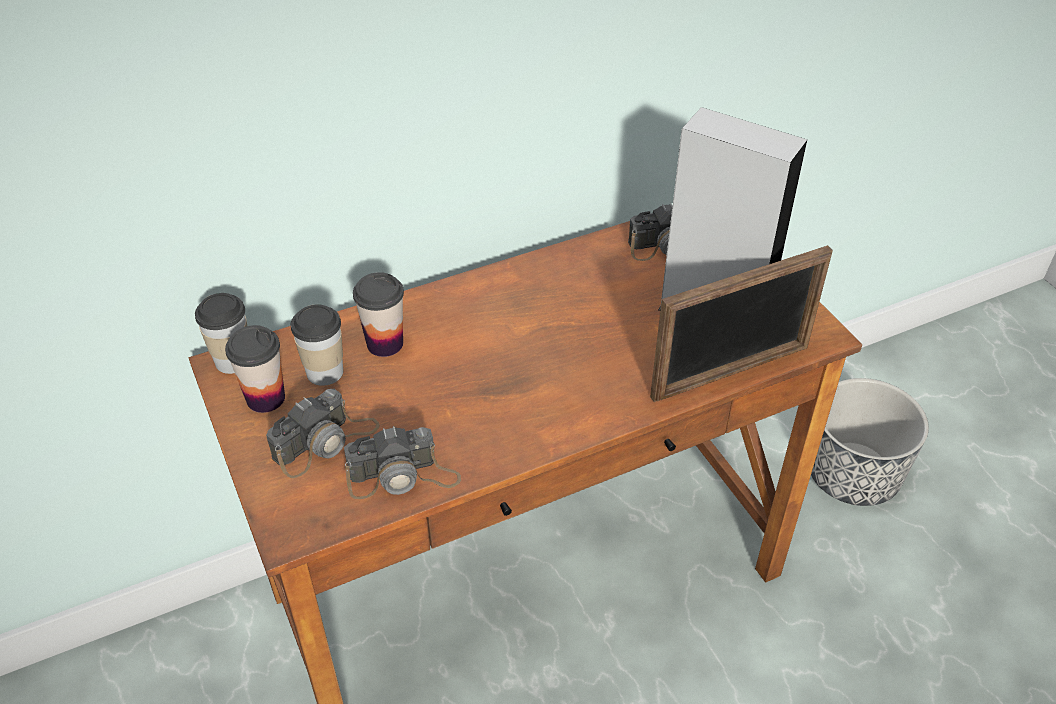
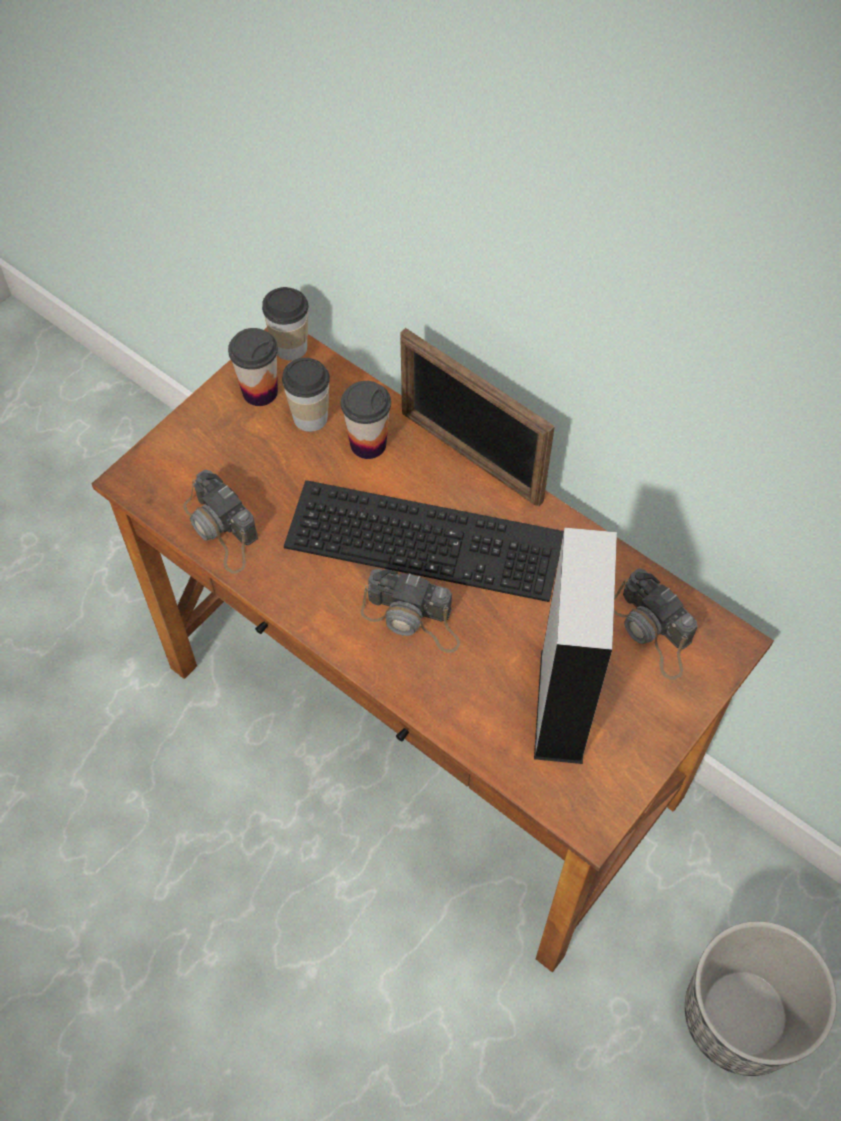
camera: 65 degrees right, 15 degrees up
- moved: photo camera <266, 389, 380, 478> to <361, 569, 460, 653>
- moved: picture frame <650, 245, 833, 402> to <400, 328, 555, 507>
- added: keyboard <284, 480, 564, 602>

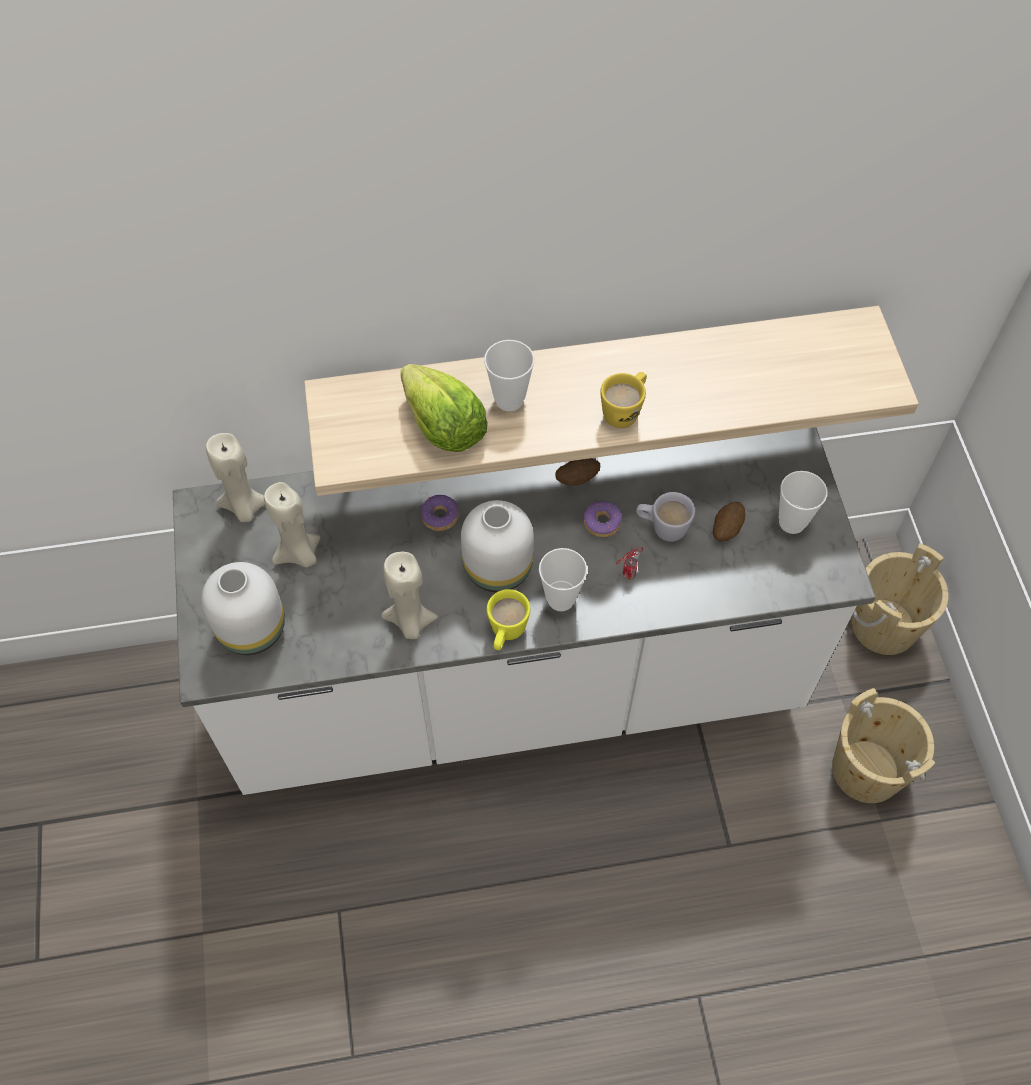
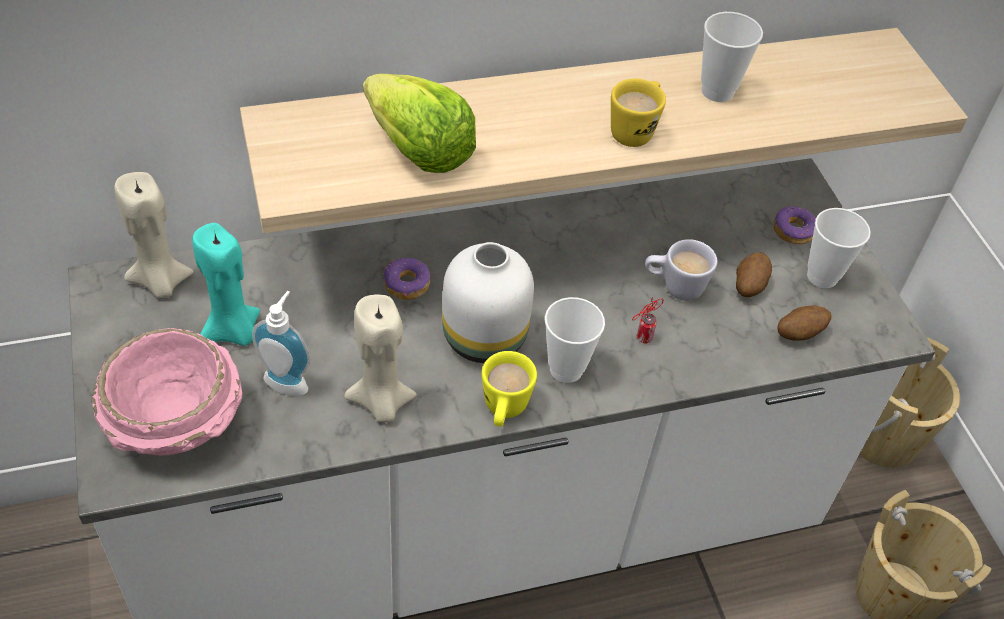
camera: 10 degrees left, 10 degrees down
- replaced: flower vase (white-coloured) <201, 562, 285, 655> to deep dish (pinkish) <91, 328, 242, 455>
- recoloured: candle (beige) <264, 482, 320, 568> to candle (blue-green) <192, 223, 260, 346>
- moved: small cup <484, 340, 534, 411> to <701, 12, 763, 102>
- moved: whole potato <555, 458, 600, 485> to <777, 305, 832, 340>
- moved: doughnut <584, 501, 622, 537> to <773, 206, 816, 244>
- added: soap dispenser <252, 291, 310, 396>

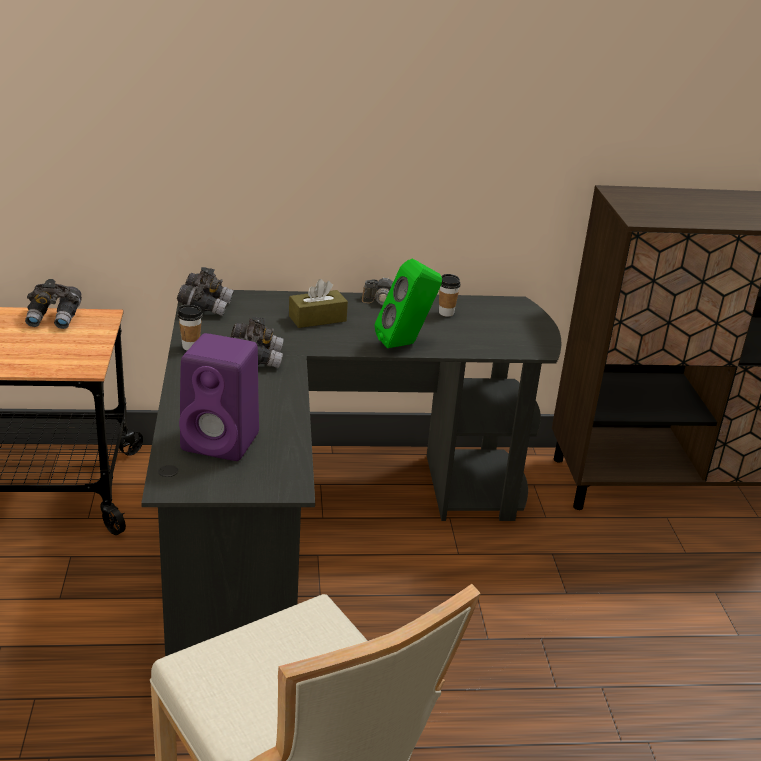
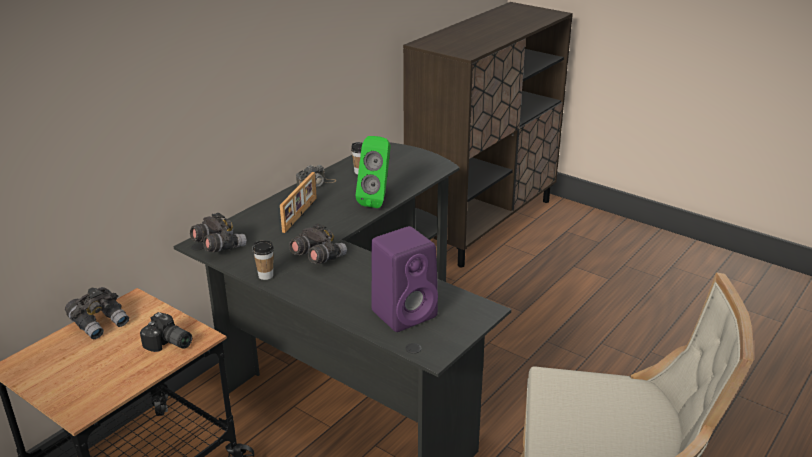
camera: 45 degrees left, 0 degrees up
- replaced: tissue box (brown-coloured) <289, 279, 348, 328> to picture frame <280, 172, 317, 233>
- added: photo camera <140, 312, 192, 352>

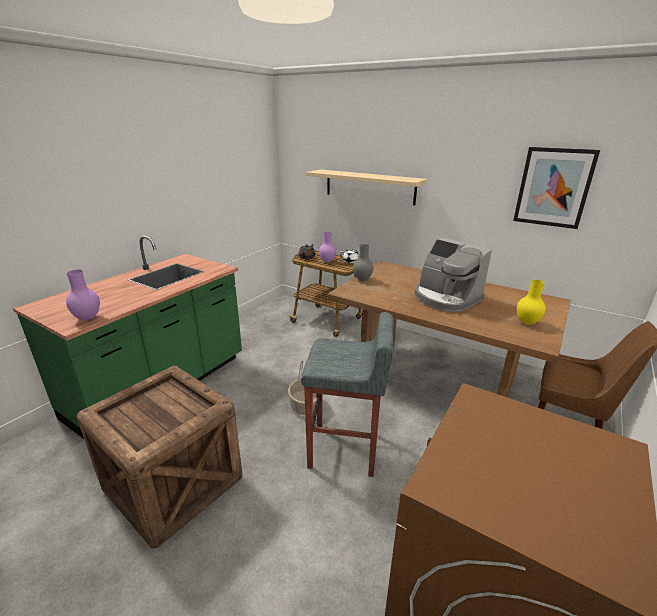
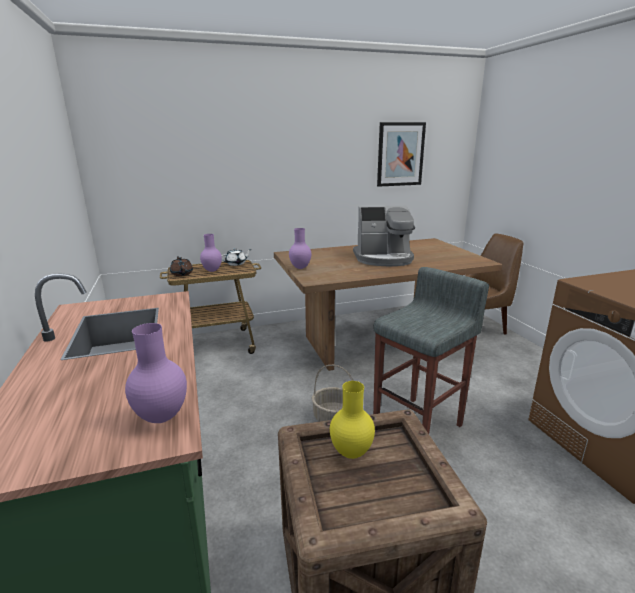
camera: 50 degrees left, 5 degrees down
- removed: shelf (beige) <306, 169, 428, 205>
- recoloured: flower vase (greyish) <353, 244, 373, 281> to flower vase (purple-coloured) <289, 228, 311, 269>
- moved: flower vase (yellow) <517, 280, 546, 325> to <330, 381, 375, 459>

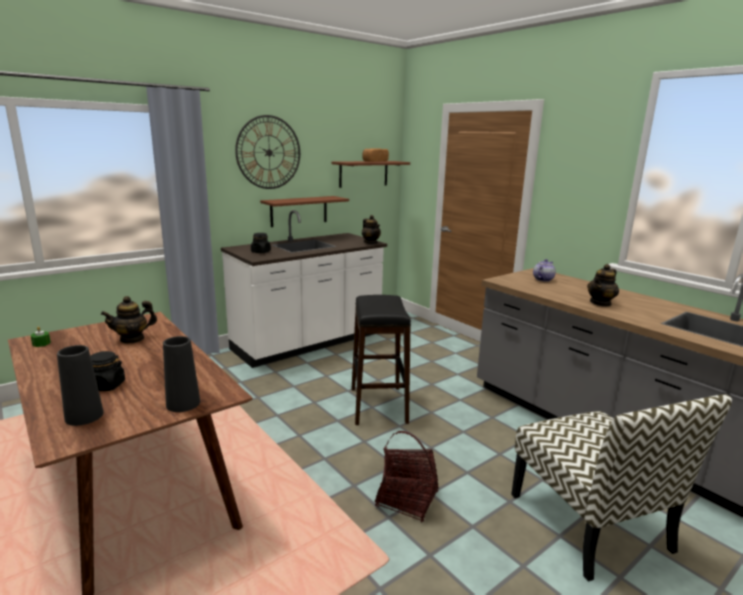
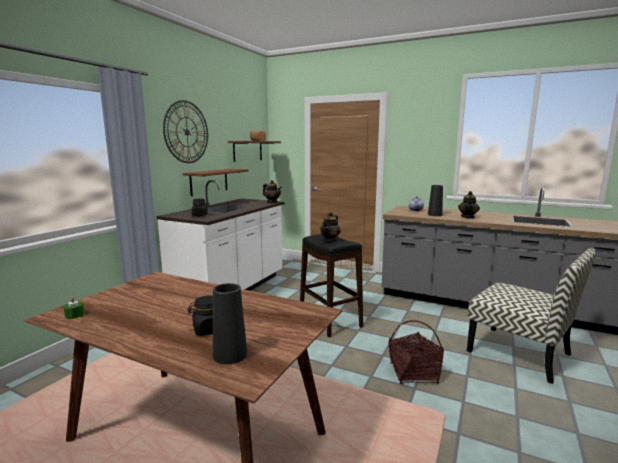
camera: 25 degrees left, 5 degrees down
- moved: tea pot <101, 296, 157, 344> to <320, 212, 341, 242>
- moved: flower vase (black) <163, 336, 200, 412> to <428, 185, 443, 216>

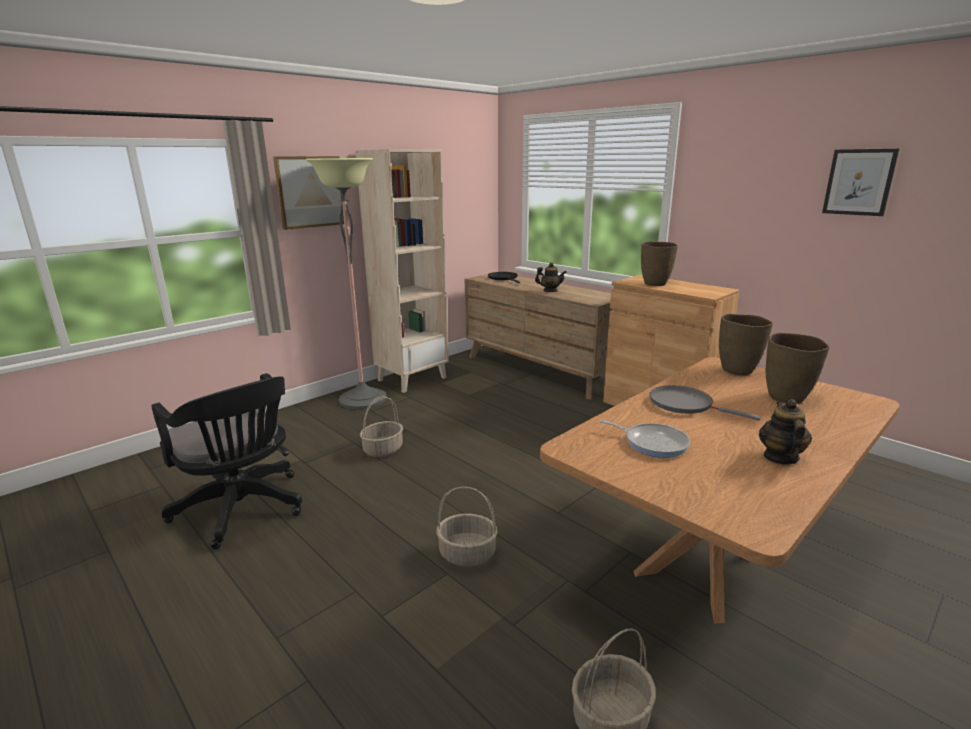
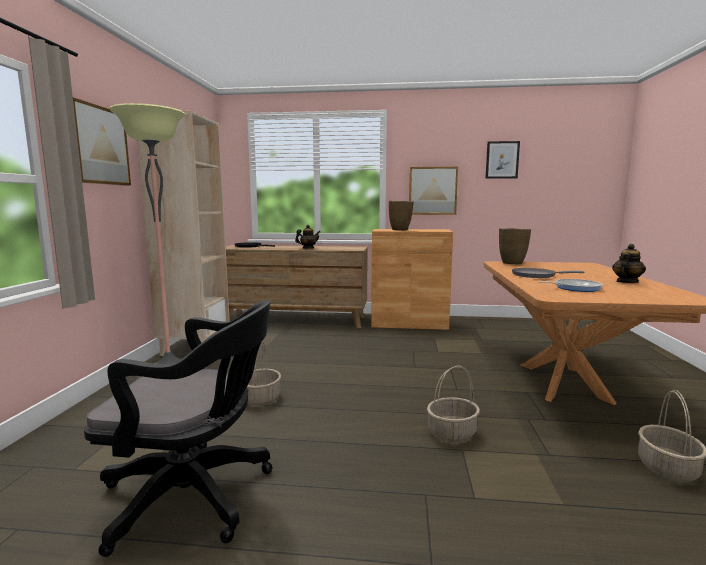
camera: 40 degrees left, 10 degrees down
- turned: tea pot <759, 399, 812, 464> = <612, 244, 646, 283> 75 degrees clockwise
- removed: flower vase (brown-coloured) <765, 333, 829, 404>
- added: picture <409, 167, 458, 215>

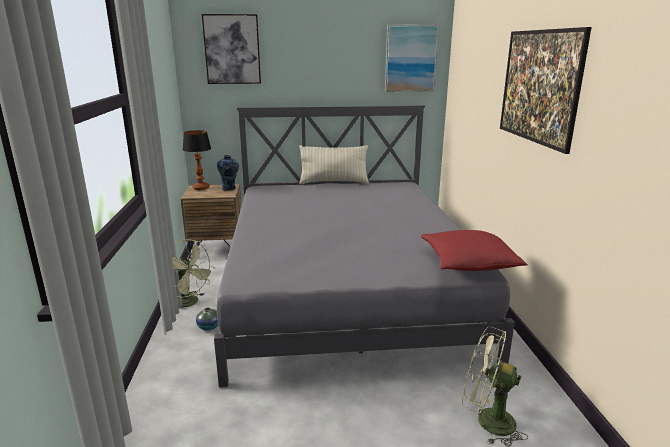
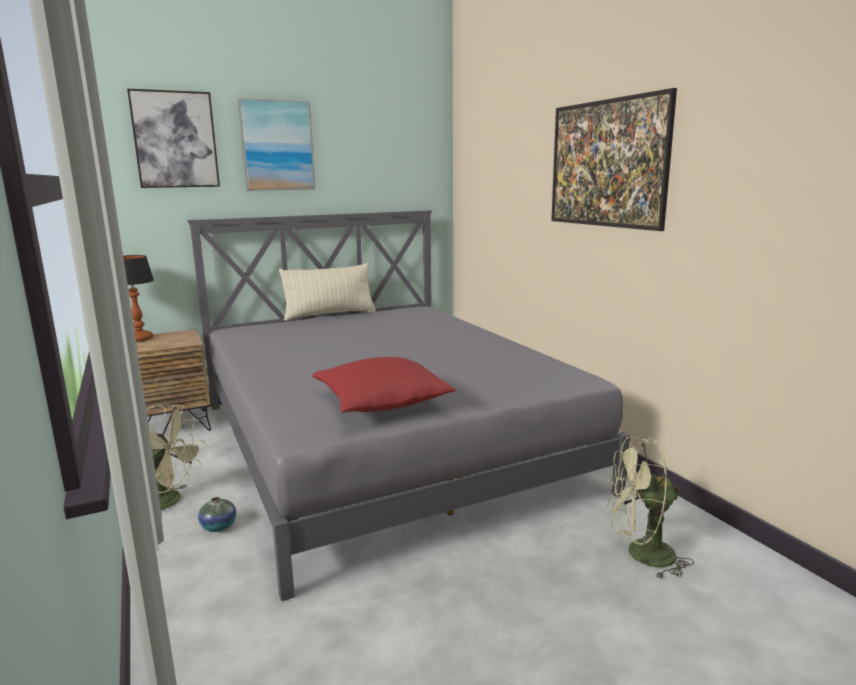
camera: 20 degrees left, 5 degrees down
- removed: flower vase <217, 155, 239, 191>
- moved: picture <385, 25, 439, 92> to <238, 98, 315, 191>
- moved: cushion (red-coloured) <421, 230, 528, 271> to <312, 357, 457, 412>

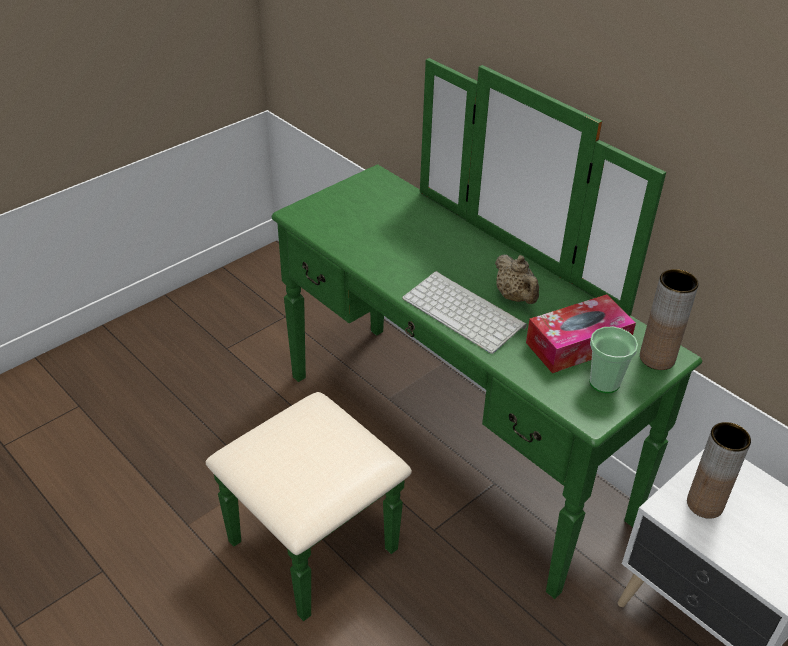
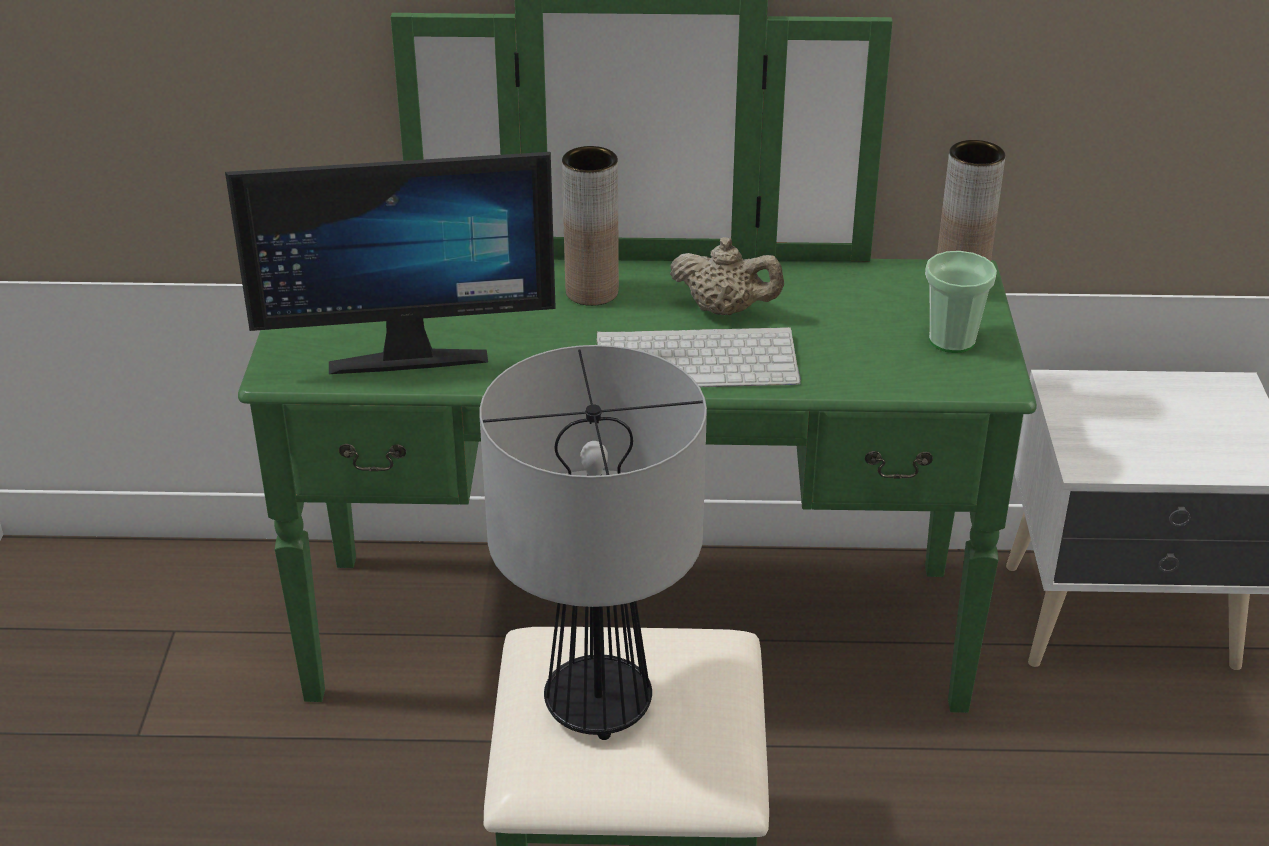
camera: 45 degrees left, 5 degrees down
- removed: tissue box <526, 294, 636, 373>
- moved: flower vase (brown-coloured) <687, 422, 751, 519> to <562, 146, 619, 306>
- added: computer display <225, 152, 556, 374>
- added: tabletop lamp <480, 345, 707, 740>

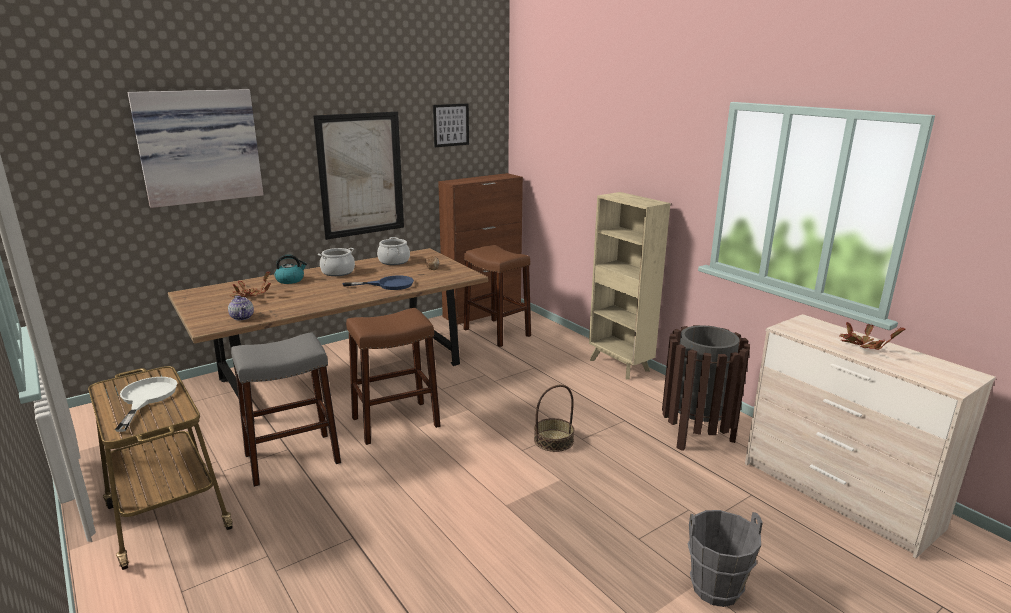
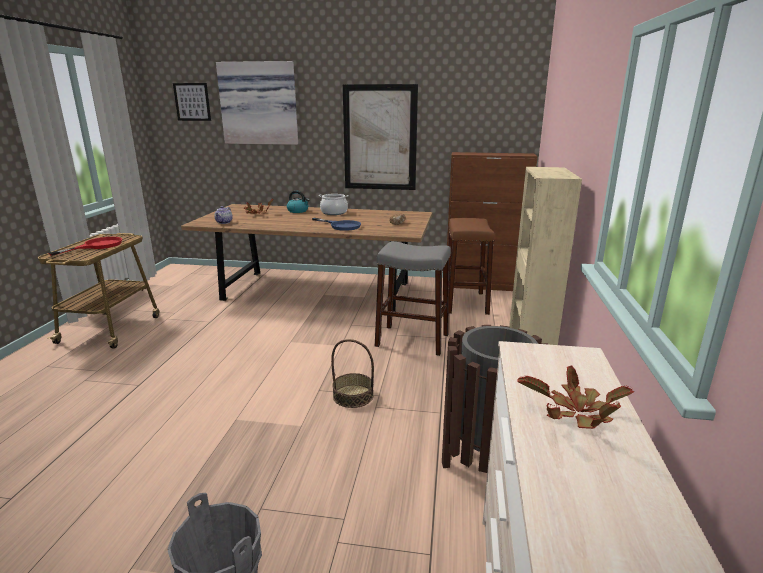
camera: 45 degrees right, 0 degrees up
- recoloured: frying pan (white-coloured) <115, 377, 177, 432> to frying pan (red-coloured) <49, 237, 122, 256>
- moved: stool seat (greyish) <231, 332, 341, 487> to <375, 241, 451, 356>
- removed: stool seat (brown-coloured) <346, 308, 440, 445>
- removed: cooking pot <377, 237, 410, 265>
- moved: picture <433, 103, 469, 147> to <173, 83, 211, 121>

